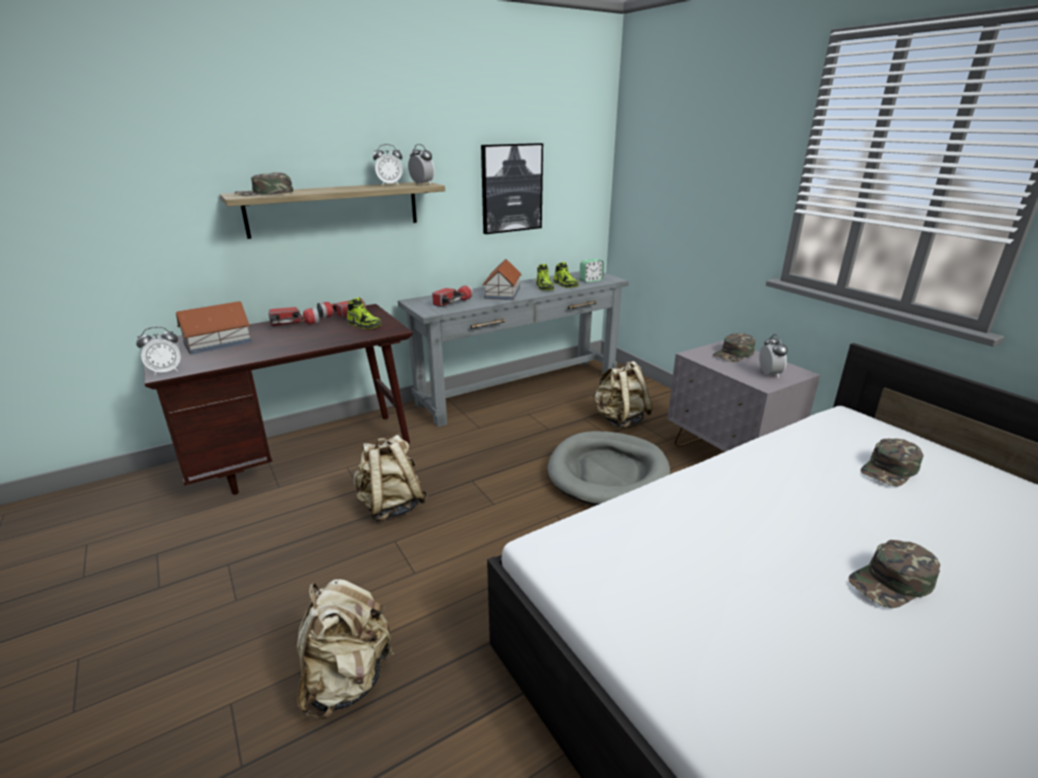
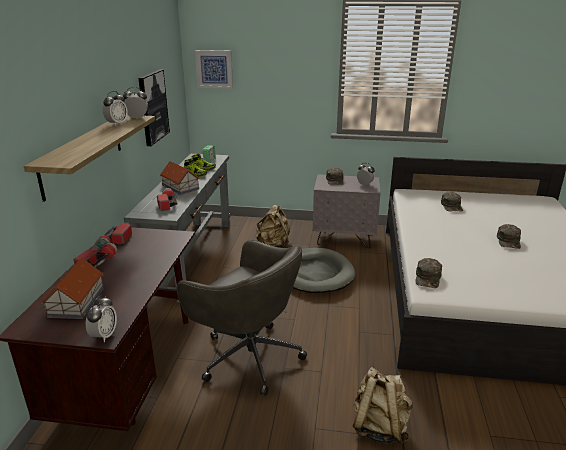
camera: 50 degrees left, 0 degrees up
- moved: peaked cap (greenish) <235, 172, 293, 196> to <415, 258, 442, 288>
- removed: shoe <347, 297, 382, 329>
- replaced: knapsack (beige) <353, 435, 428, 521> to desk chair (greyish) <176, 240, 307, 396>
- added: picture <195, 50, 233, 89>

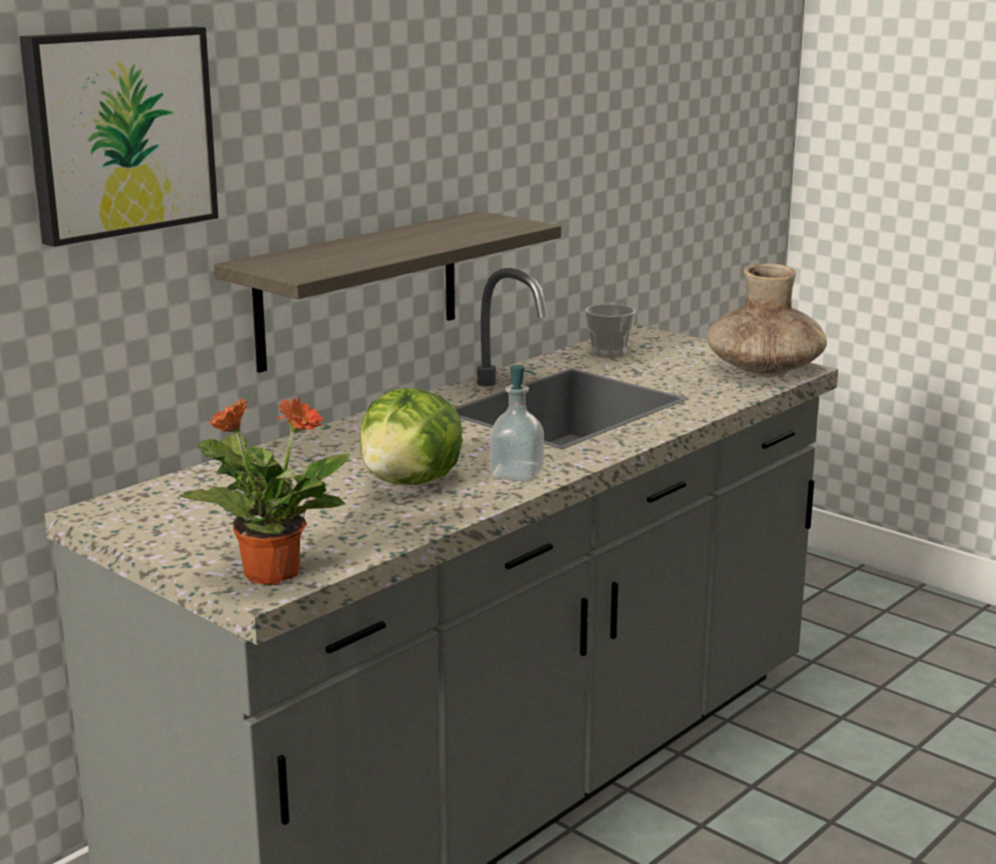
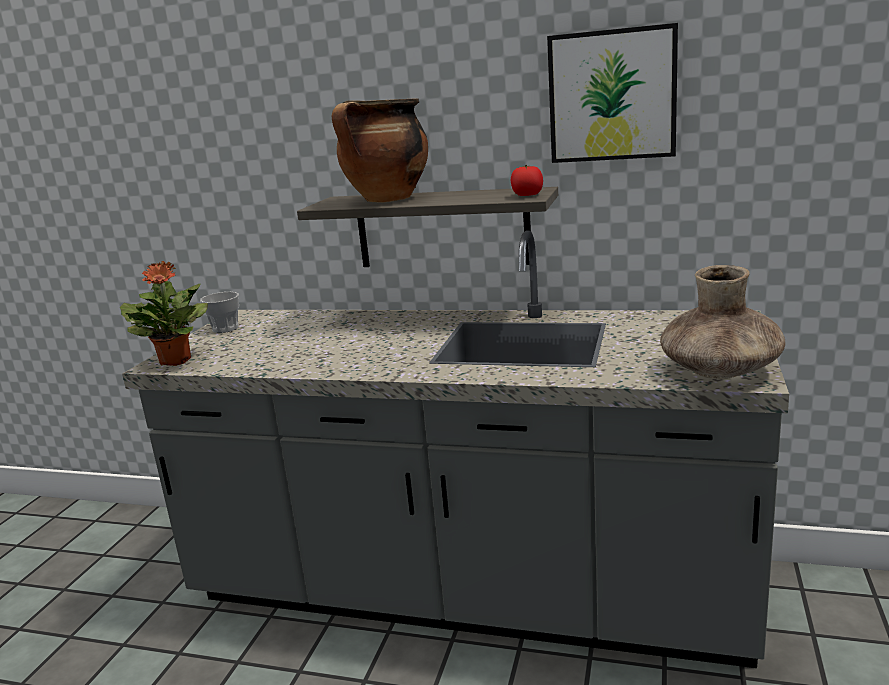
camera: 65 degrees right, 0 degrees up
- moved: picture <20, 26, 219, 247> to <547, 23, 678, 163>
- removed: head of lettuce <360, 388, 463, 485>
- removed: soap dispenser <490, 365, 544, 482>
- moved: small cup <585, 304, 635, 358> to <200, 292, 239, 333>
- added: cooking pot <332, 98, 428, 203>
- added: tomato <511, 165, 543, 196>

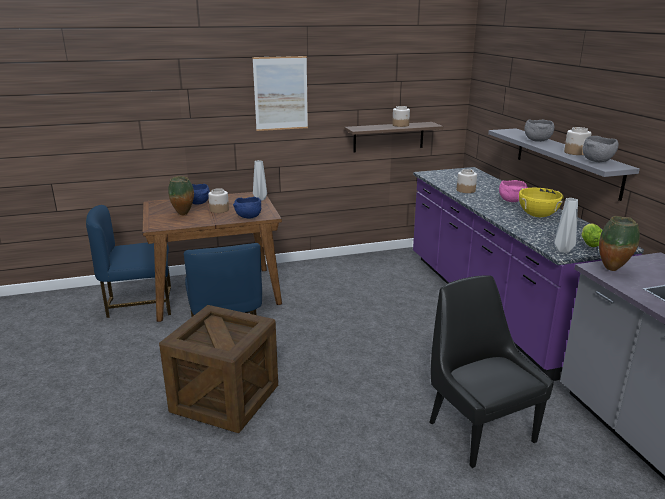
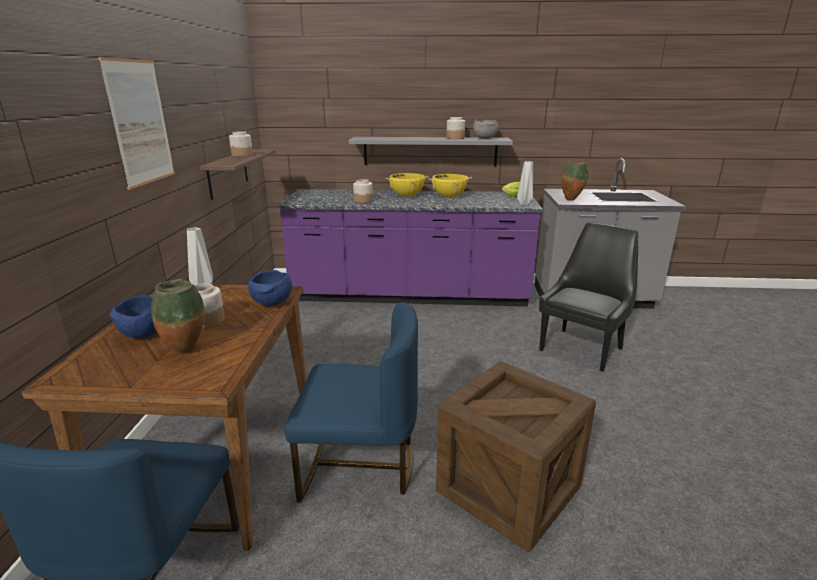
camera: 70 degrees left, 0 degrees up
- turned: chair (black) <429, 275, 554, 468> = <539, 222, 638, 372> 135 degrees clockwise
- replaced: deep dish (pinkish) <499, 180, 528, 202> to cooking pot (yellow) <385, 173, 429, 197>
- removed: deep dish (greyish) <525, 119, 555, 142>

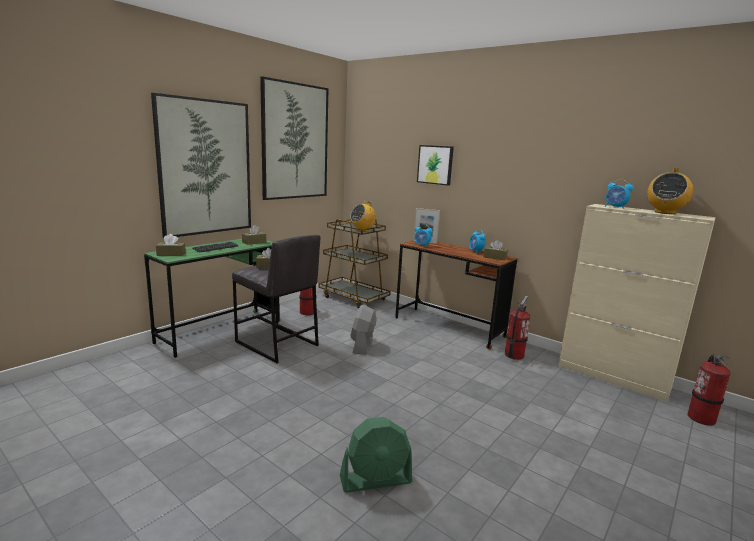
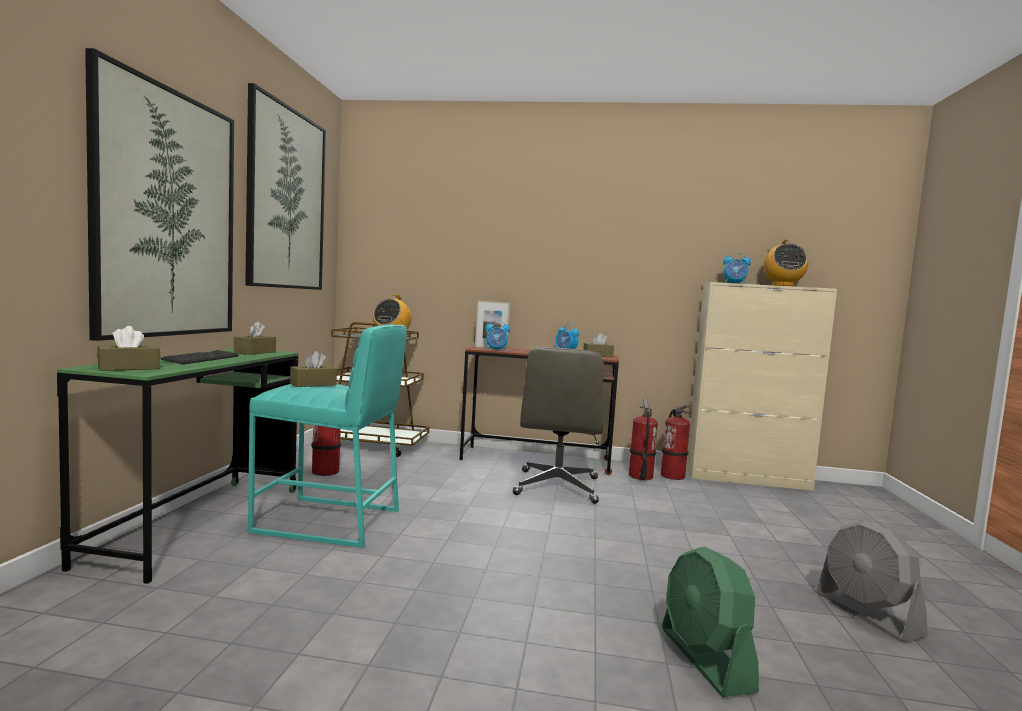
camera: 30 degrees left, 10 degrees down
- recoloured: stool seat (greyish) <232, 235, 320, 363> to stool seat (blue-green) <248, 325, 407, 548>
- turned: fan (greenish) <340, 417, 412, 493> = <662, 547, 759, 697> 120 degrees clockwise
- moved: fan (greyish) <351, 305, 377, 355> to <816, 520, 928, 643>
- removed: picture <417, 145, 454, 186>
- moved: fire-fighting cylinder <687, 354, 731, 426> to <661, 405, 690, 480>
- added: desk chair (greyish) <513, 347, 604, 504>

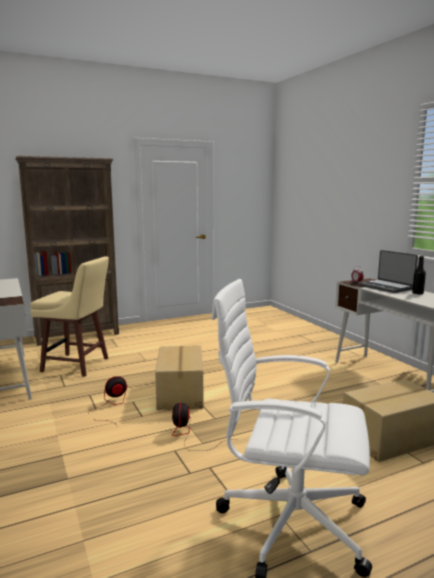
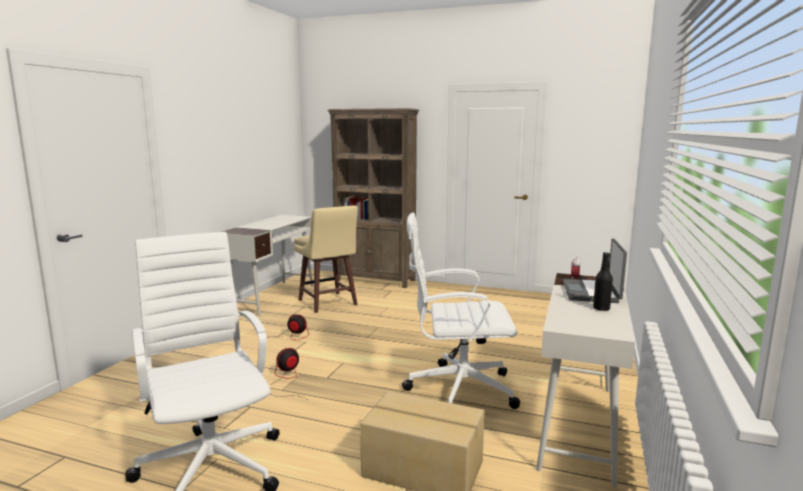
camera: 45 degrees right, 0 degrees up
- removed: carton <155, 346, 204, 410>
- added: desk chair (white-coloured) <402, 212, 520, 409>

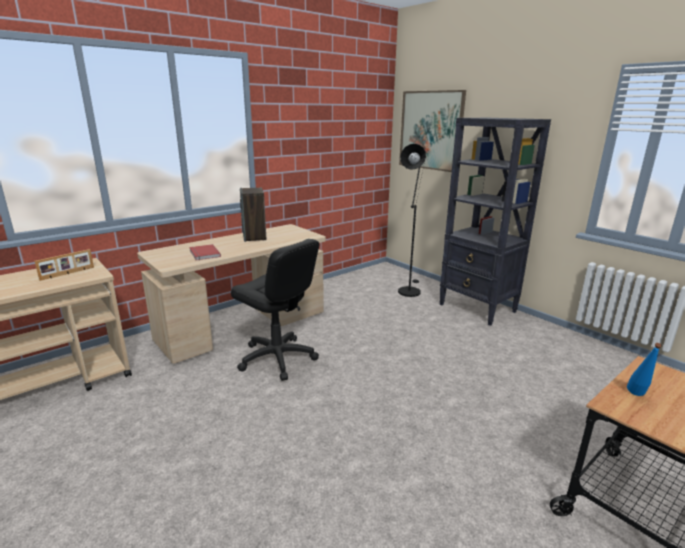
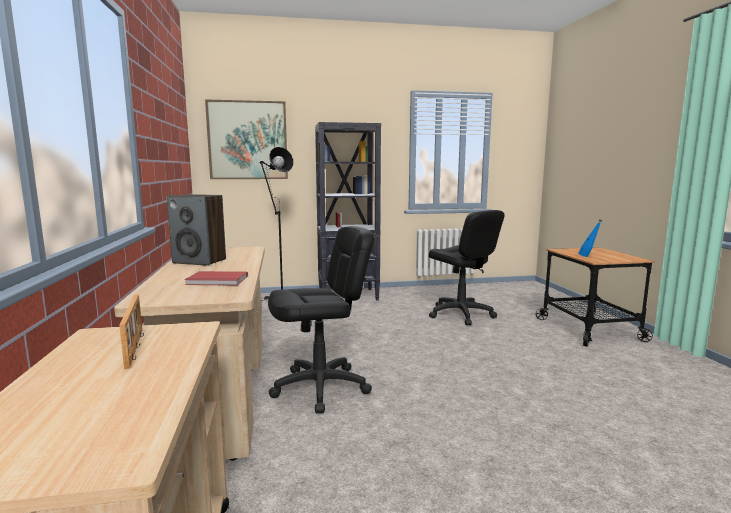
camera: 60 degrees left, 10 degrees down
- added: desk chair (black) <429, 210, 505, 325>

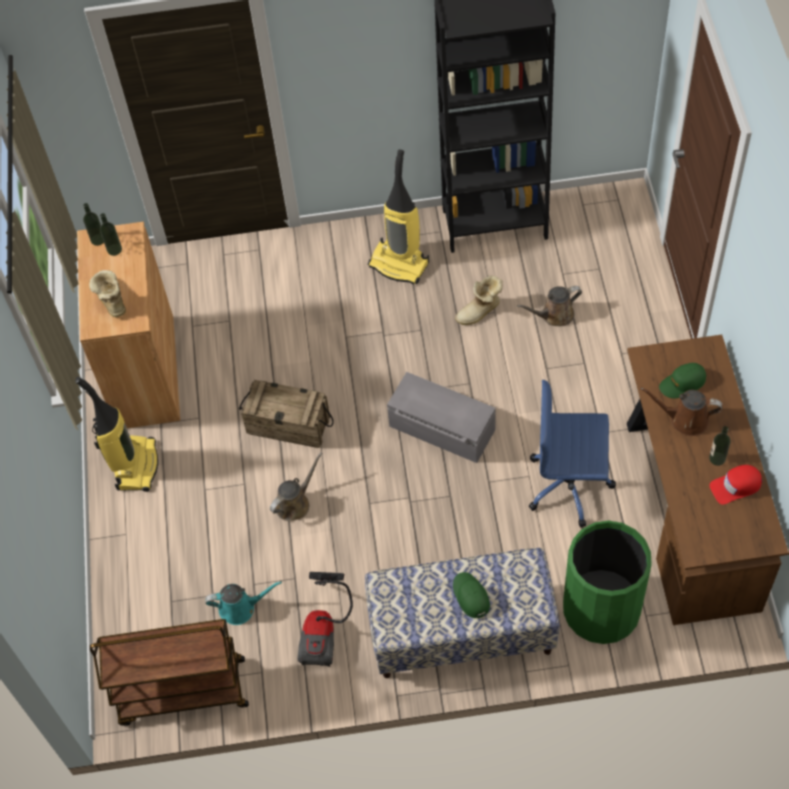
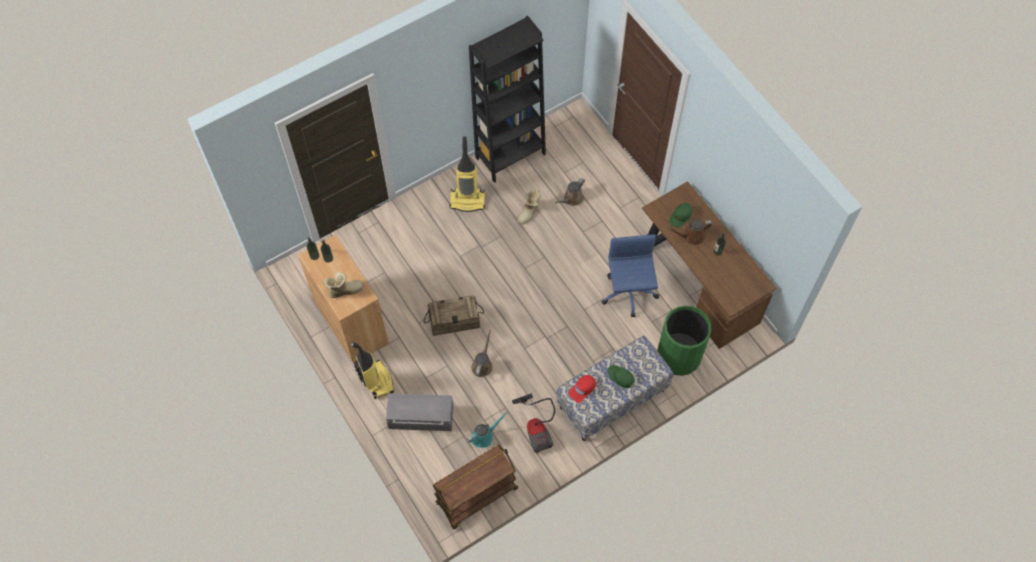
camera: 30 degrees left, 5 degrees up
- turned: tall boot <89, 270, 126, 317> = <324, 272, 364, 298> 120 degrees clockwise
- moved: storage box (greyish) <387, 372, 496, 463> to <386, 393, 453, 431>
- turned: desk chair (blue-coloured) <529, 380, 616, 527> = <601, 234, 659, 317> 105 degrees clockwise
- moved: peaked cap (red-coloured) <710, 465, 762, 505> to <568, 375, 596, 403>

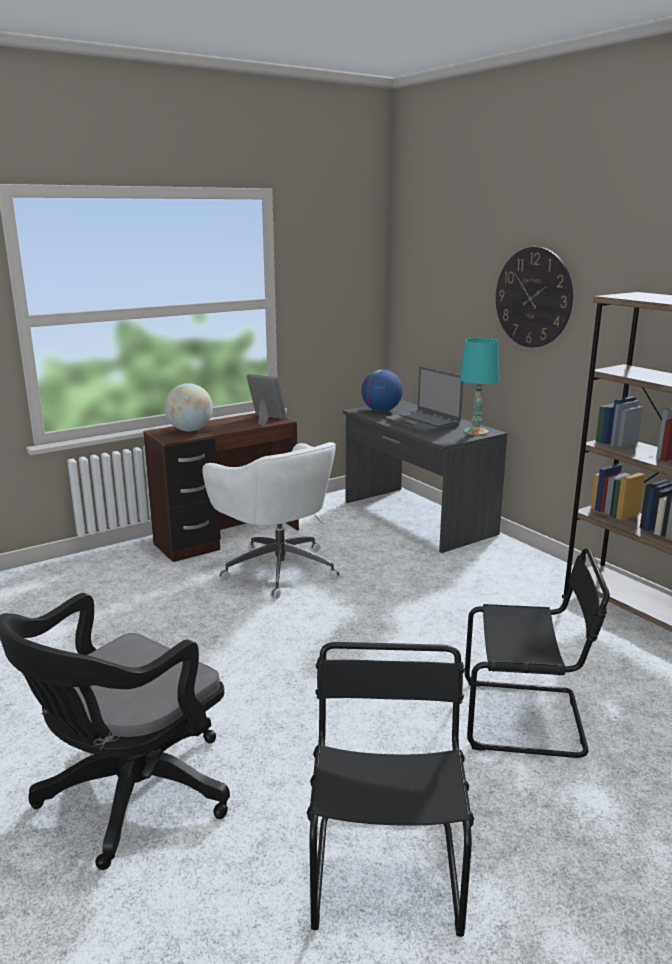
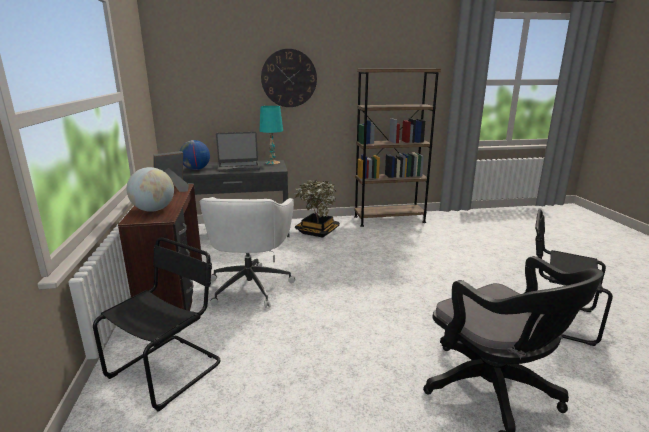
camera: 65 degrees left, 0 degrees up
- turned: desk chair (white-coloured) <203, 442, 340, 599> = <200, 197, 295, 308> 105 degrees clockwise
- moved: chair (black) <465, 548, 610, 758> to <93, 237, 221, 412>
- added: plant in a pot <295, 180, 340, 238>

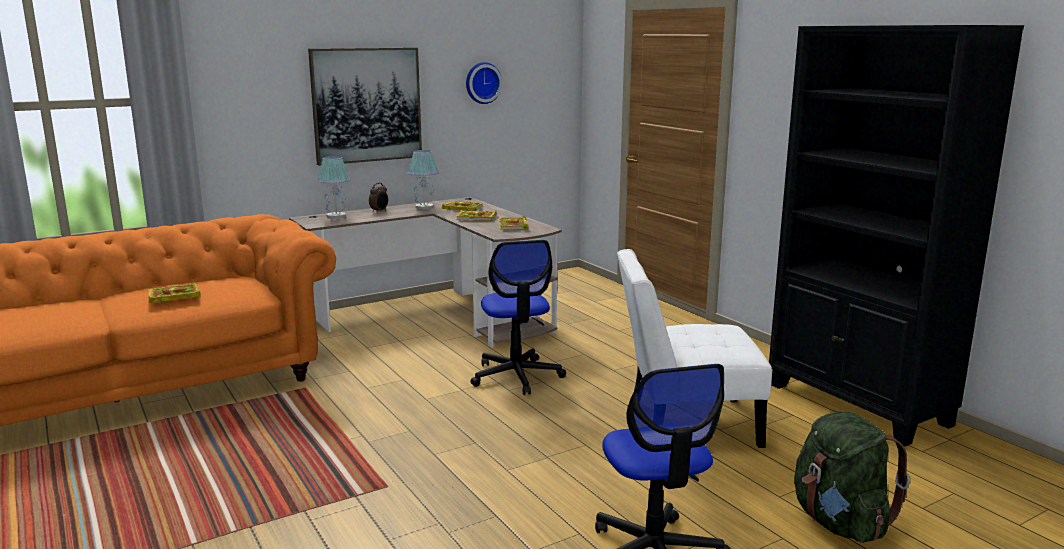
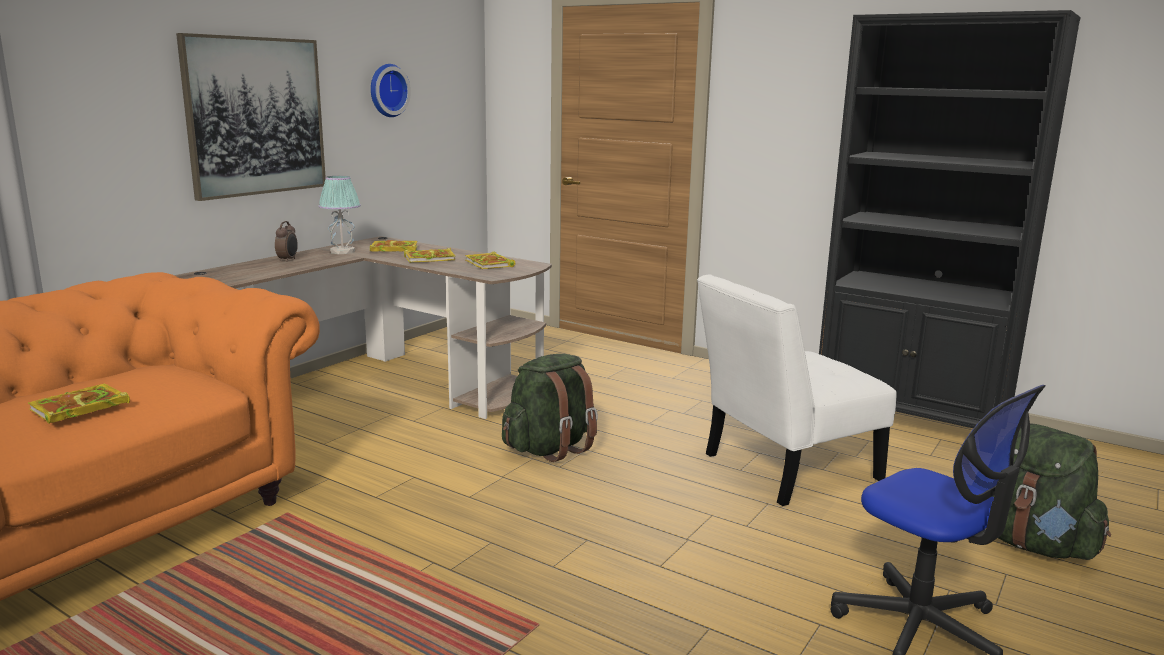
camera: 25 degrees left, 0 degrees up
- removed: tabletop lamp <317, 156, 351, 219>
- replaced: desk chair <470, 240, 566, 395> to knapsack (greenish) <502, 354, 598, 462>

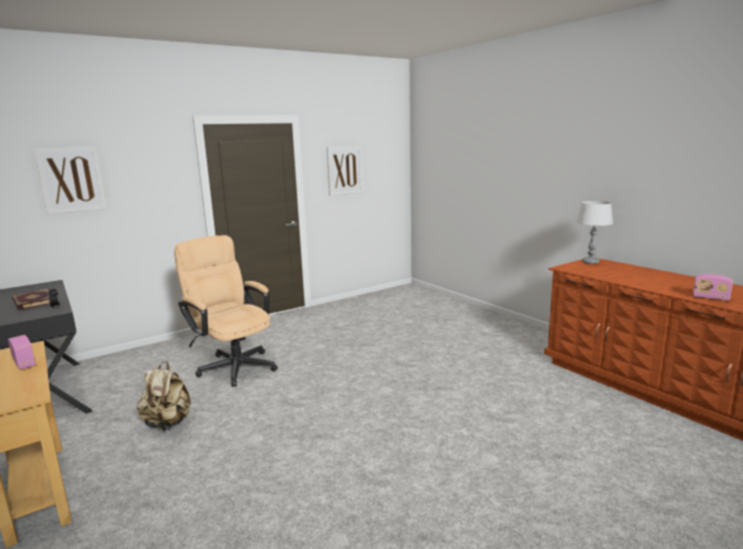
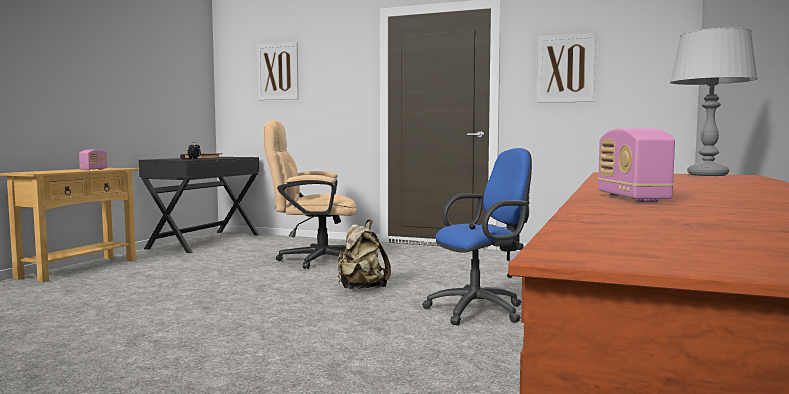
camera: 55 degrees right, 10 degrees down
- moved: knapsack (beige) <137, 361, 191, 431> to <337, 219, 391, 290>
- turned: desk chair (beige) <174, 235, 278, 387> = <263, 120, 357, 269> 105 degrees counterclockwise
- added: desk chair (blue-coloured) <422, 148, 532, 325>

